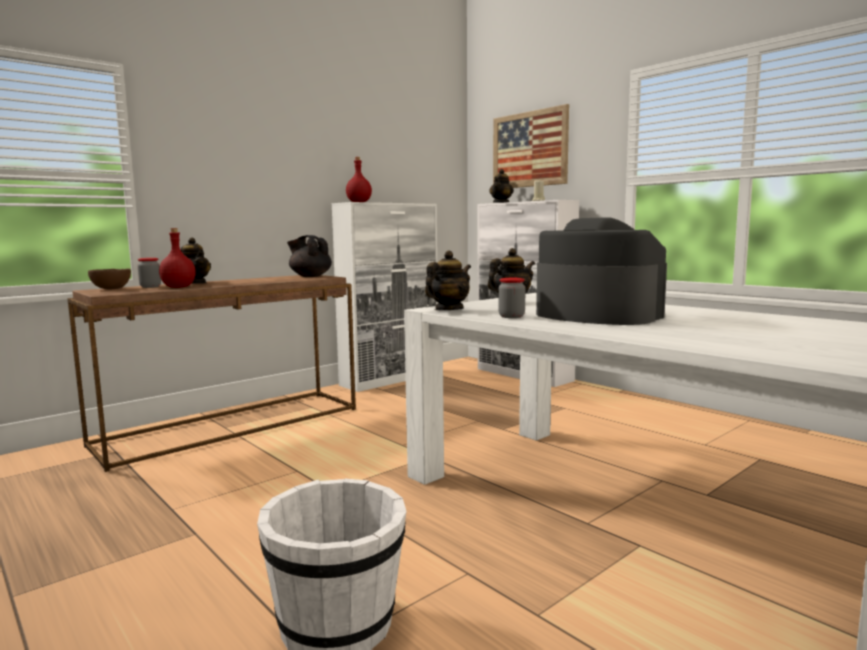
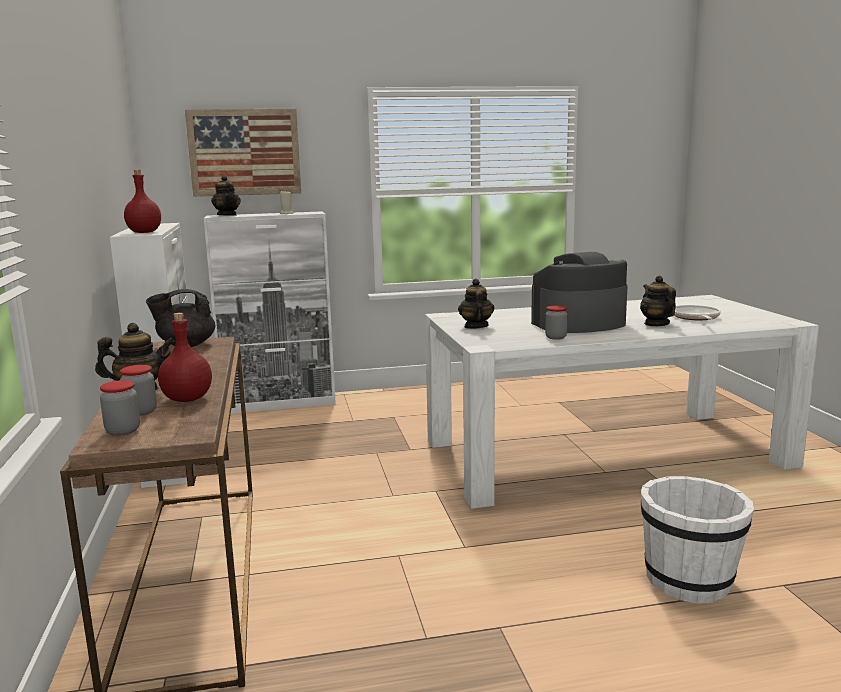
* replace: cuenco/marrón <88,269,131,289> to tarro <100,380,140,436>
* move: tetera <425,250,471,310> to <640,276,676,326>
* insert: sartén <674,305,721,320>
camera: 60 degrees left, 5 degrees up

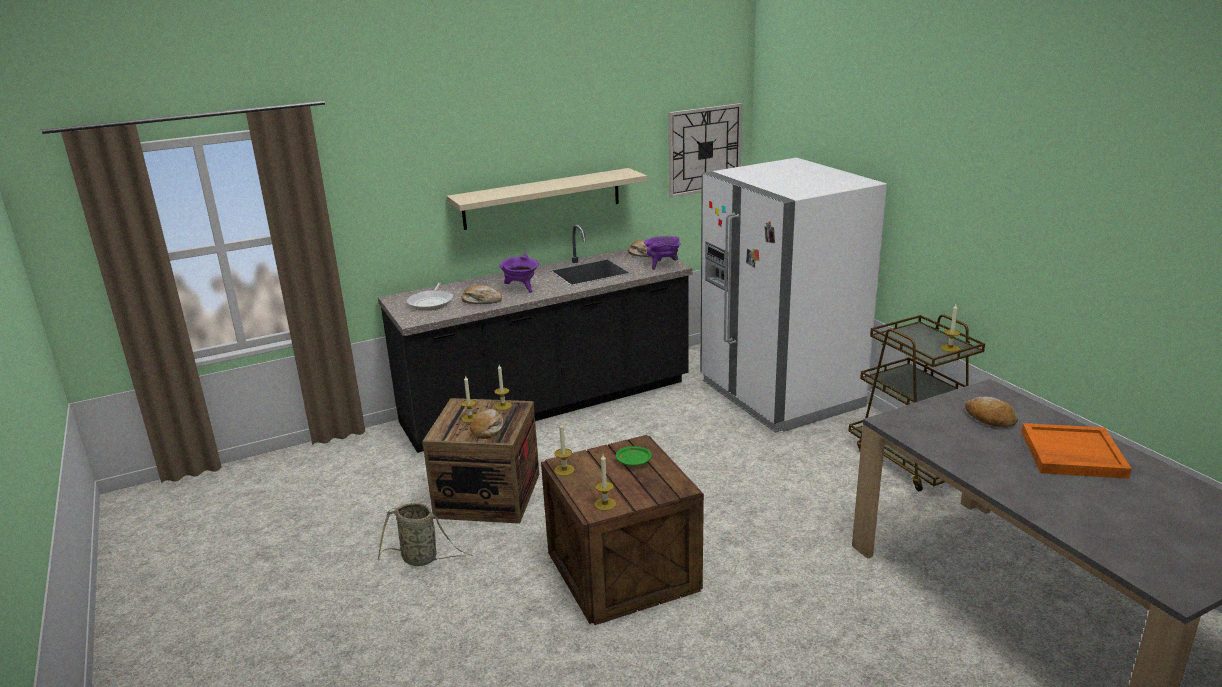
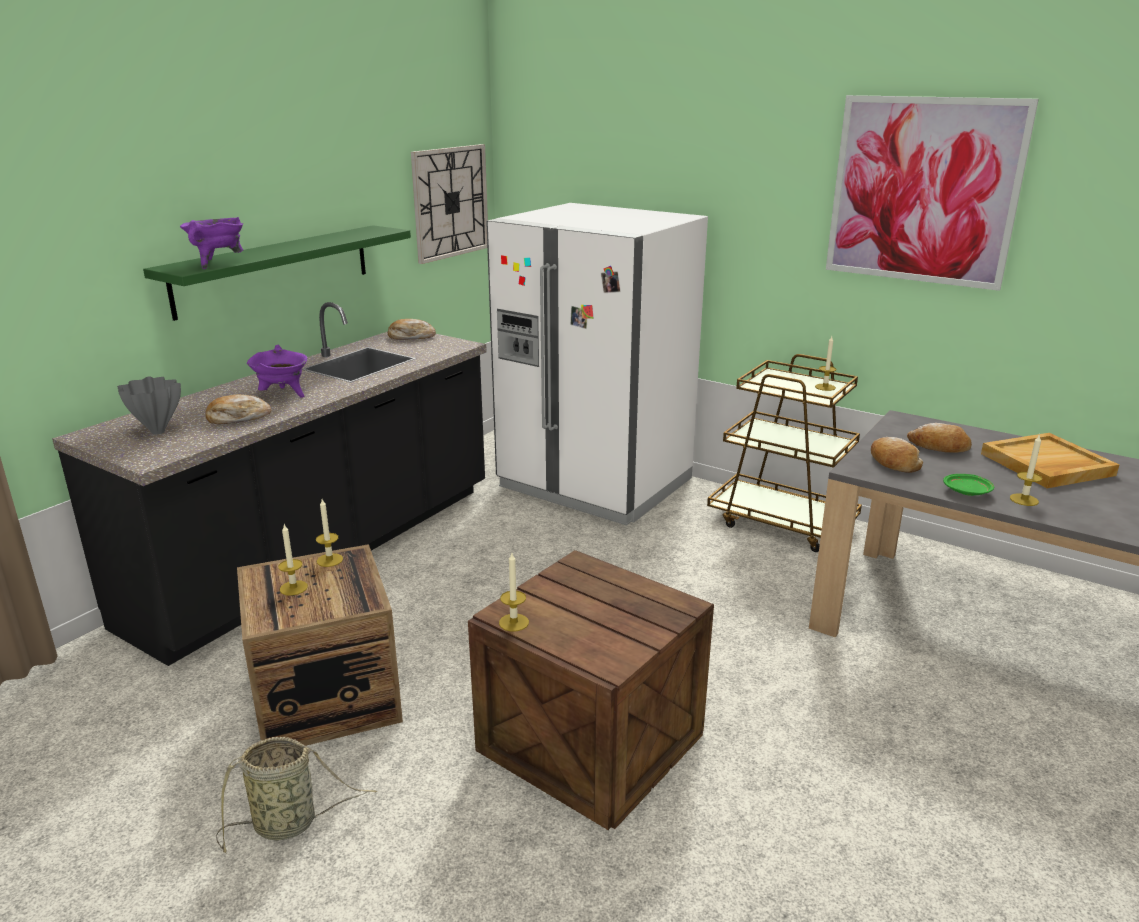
* replace: sartén <407,282,453,311> to florero/gris <117,376,181,435>
* recolor: estante/beis <447,168,647,230> to estante/verde <143,225,411,321>
* move: pan <470,409,503,439> to <871,437,923,473>
* move: vela <594,455,616,511> to <1010,434,1042,506>
* move: plato/verde <616,446,652,466> to <943,474,994,496>
* move: olla/morado <644,236,680,270> to <180,217,244,269>
* recolor: bandeja/naranja <1021,423,1132,479> to bandeja/beis <981,433,1119,488>
* insert: cuadro <826,95,1039,291>
camera: 30 degrees left, 0 degrees up

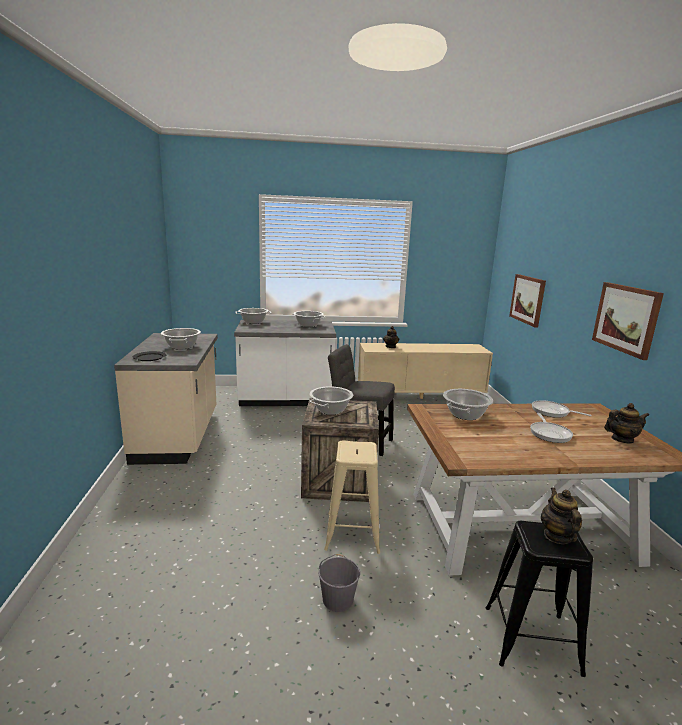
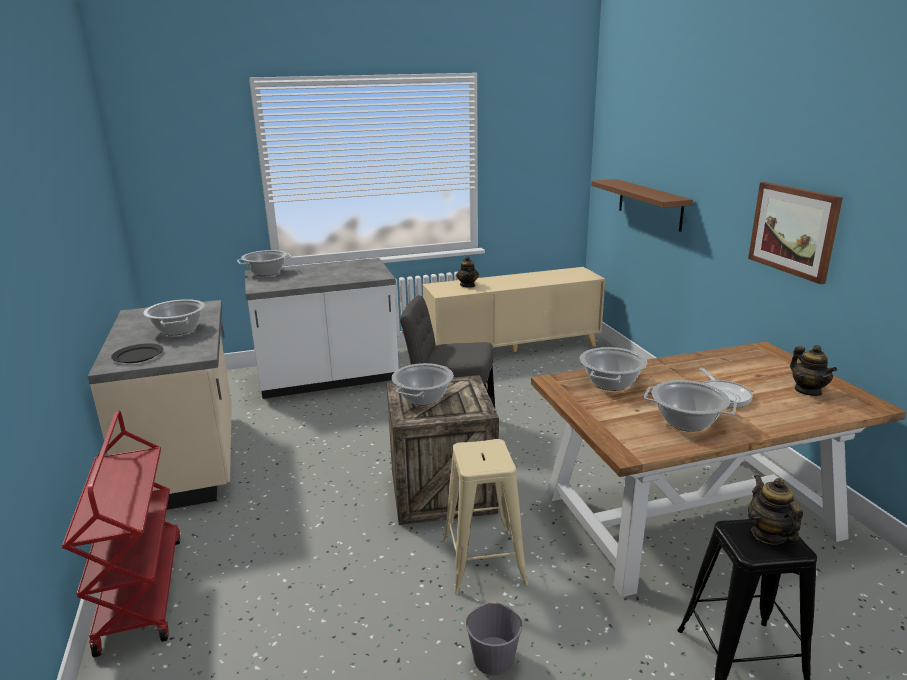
* move: olla <292,311,325,327> to <644,380,737,432>
* replace: cuadro <509,274,546,328> to estante/marrón <591,179,693,232>
* delete: sartén <532,400,592,418>
* rotate: tetera <604,403,649,443> = <790,345,837,396> 90 degrees clockwise
* insert: carrito/rojo <62,410,181,657>
camera: 10 degrees left, 5 degrees up

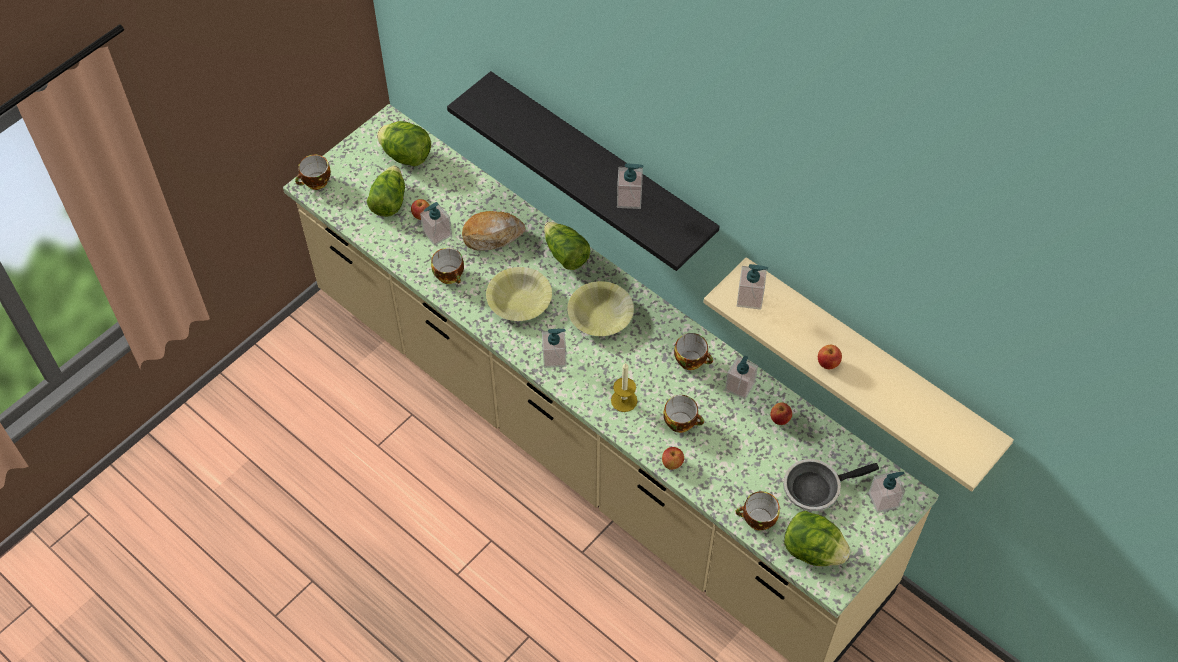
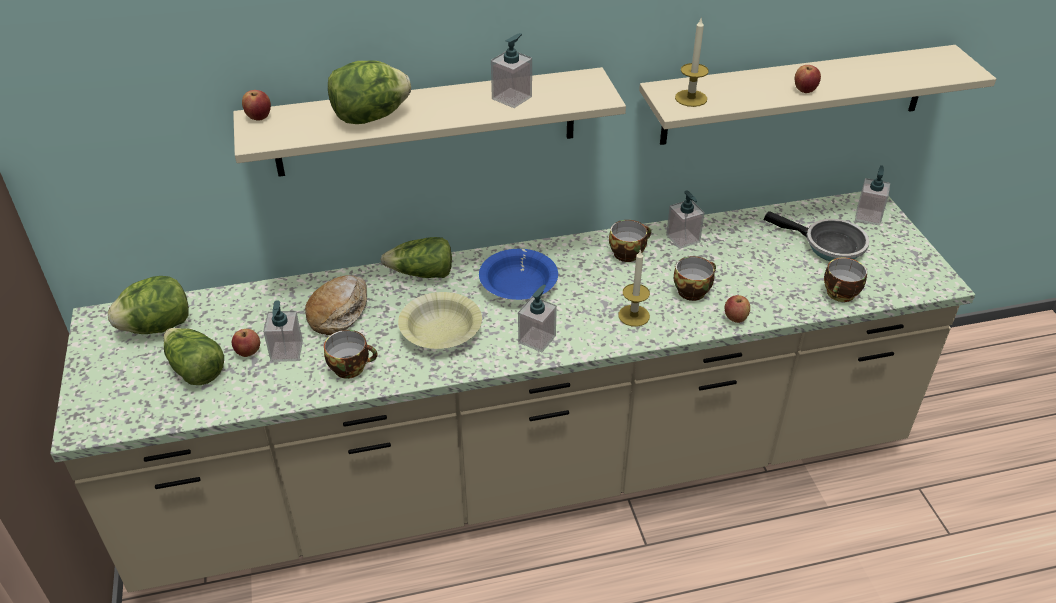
* delete: taza <295,155,331,190>
* recolor: estante/negro <447,71,719,271> to estante/beis <233,67,626,177>
* recolor: cuenco/amarillo <567,281,634,336> to cuenco/azul <479,249,558,300>
* replace: dispensador de jabón <737,264,768,310> to vela <675,19,709,107>
* move: manzana <770,402,792,425> to <242,90,271,121>
* rotate: sartén <783,459,879,511> = <764,211,869,261> 75 degrees counterclockwise
* move: lechuga <784,511,851,566> to <328,60,411,124>
camera: 55 degrees left, 15 degrees down

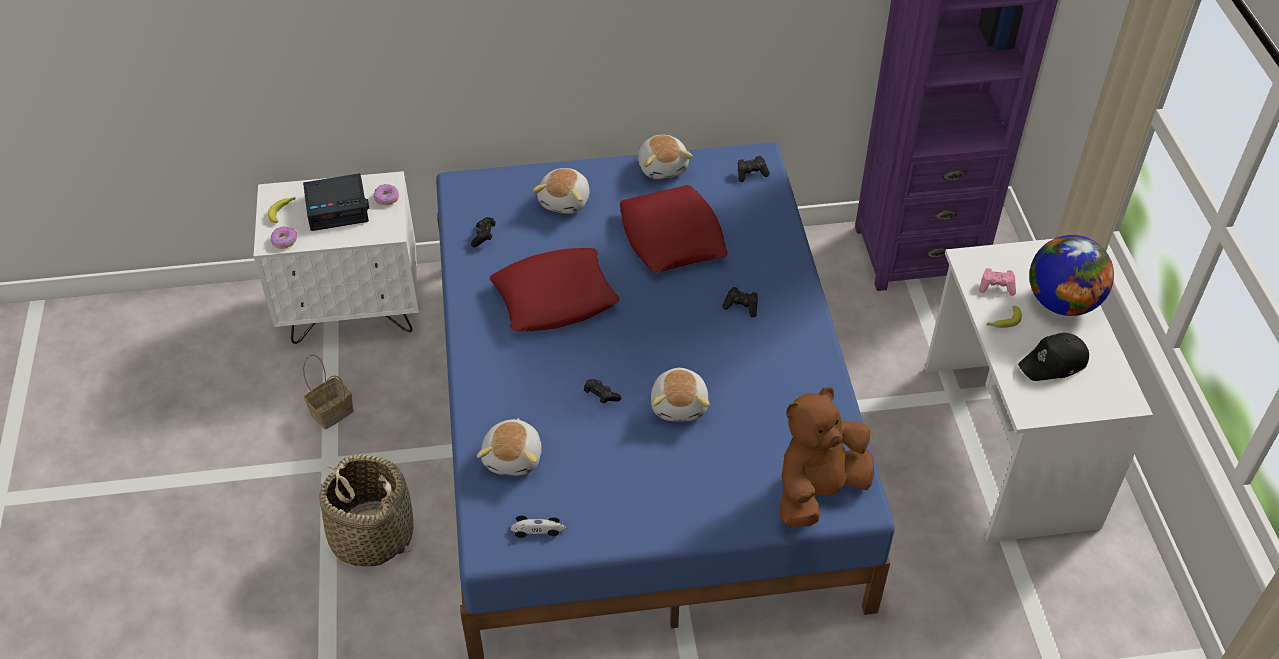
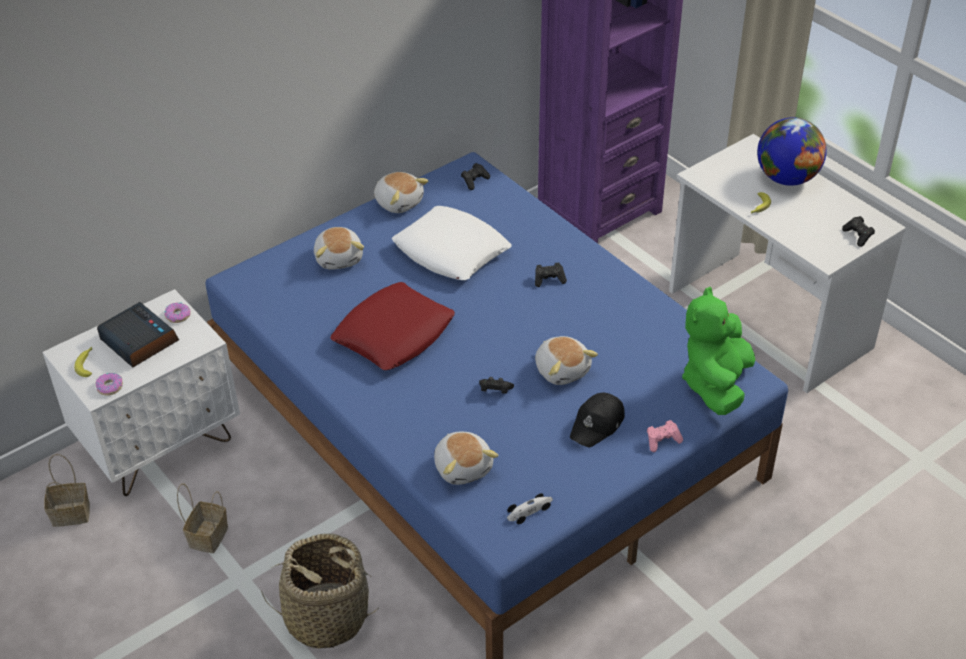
* rotate: despertador <303,173,370,231> = <97,302,179,367> 90 degrees counterclockwise
* move: mando de consola/negro <471,217,496,247> to <842,216,875,247>
* recolor: cojín/rojo <620,185,728,273> to cojín/blanco <392,206,512,280>
* recolor: peluche/marrón <779,387,874,527> to peluche/verde <682,287,755,415>
* move: mando de consola/rosa <979,268,1016,296> to <647,420,683,452>
* move: gorra/negro <1018,333,1089,381> to <570,393,625,447>
* insert: cesta <44,454,90,527>
camera: 30 degrees left, 5 degrees down

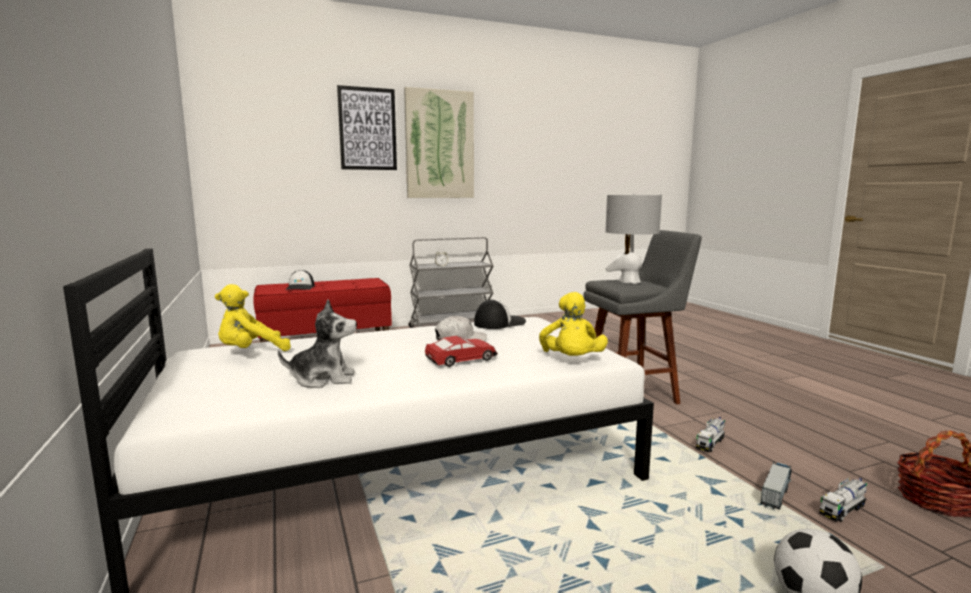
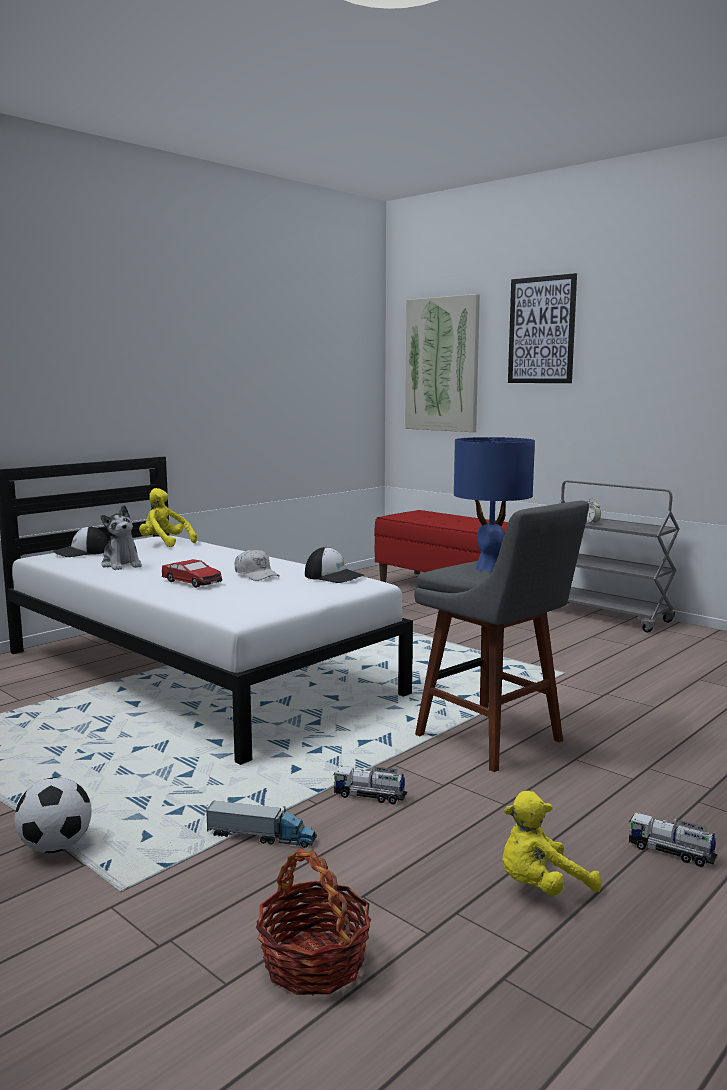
* move: gorra <285,270,315,290> to <53,526,108,557>
* move: cuadro <404,87,474,198> to <405,294,480,432>
* move: peluche/amarillo <539,292,608,356> to <502,791,602,895>
* recolor: lámpara de mesa/gris <605,194,662,284> to lámpara de mesa/azul <454,437,535,572>
* move: camión de juguete <819,477,867,522> to <629,812,717,867>
camera: 65 degrees right, 0 degrees up

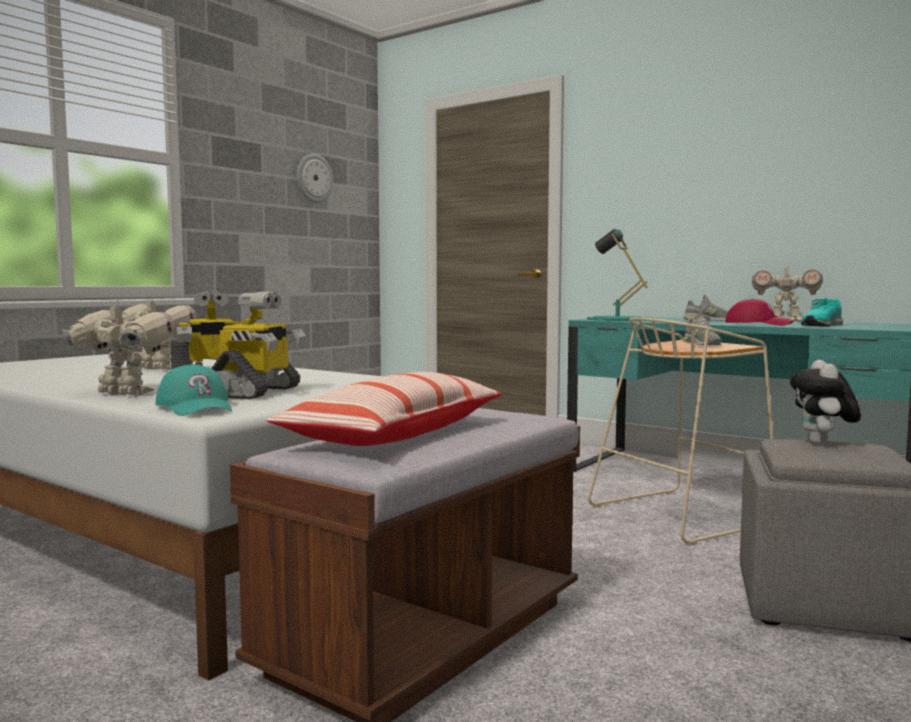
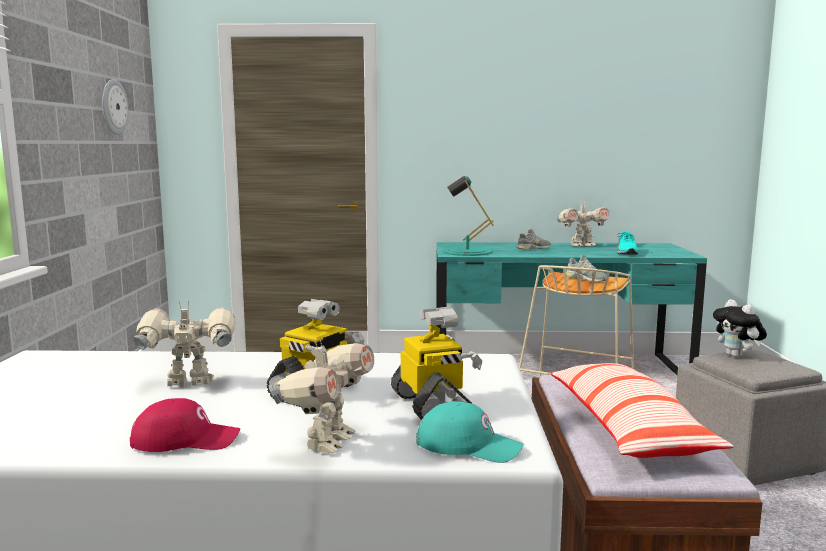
* rotate: robot de juguete <62,297,176,395> = <269,337,374,453> 120 degrees clockwise
* move: gorra/rojo <725,299,794,326> to <130,398,240,452>
camera: 35 degrees left, 5 degrees up

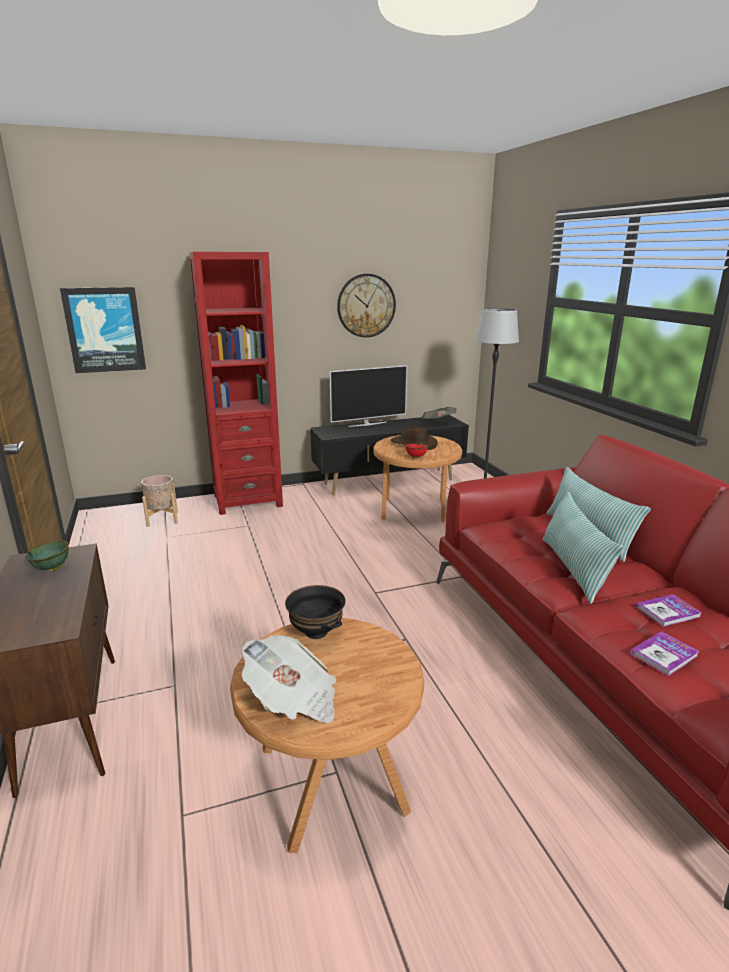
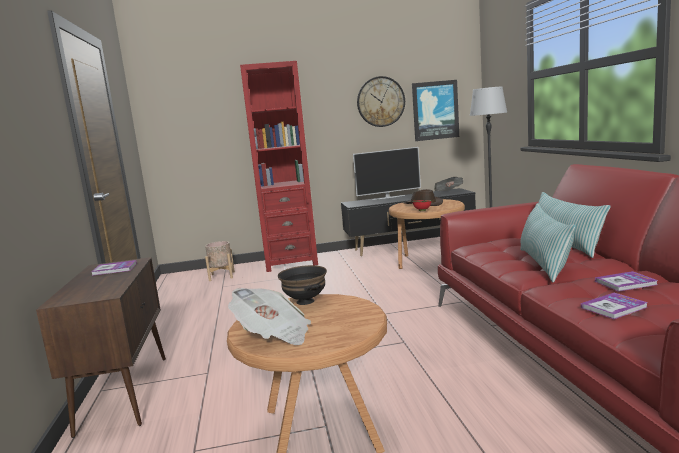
* replace: cuenco/verde <25,540,69,572> to libro <91,260,137,276>
* move: cuadro <60,287,146,373> to <412,80,459,141>
camera: 10 degrees right, 10 degrees down

